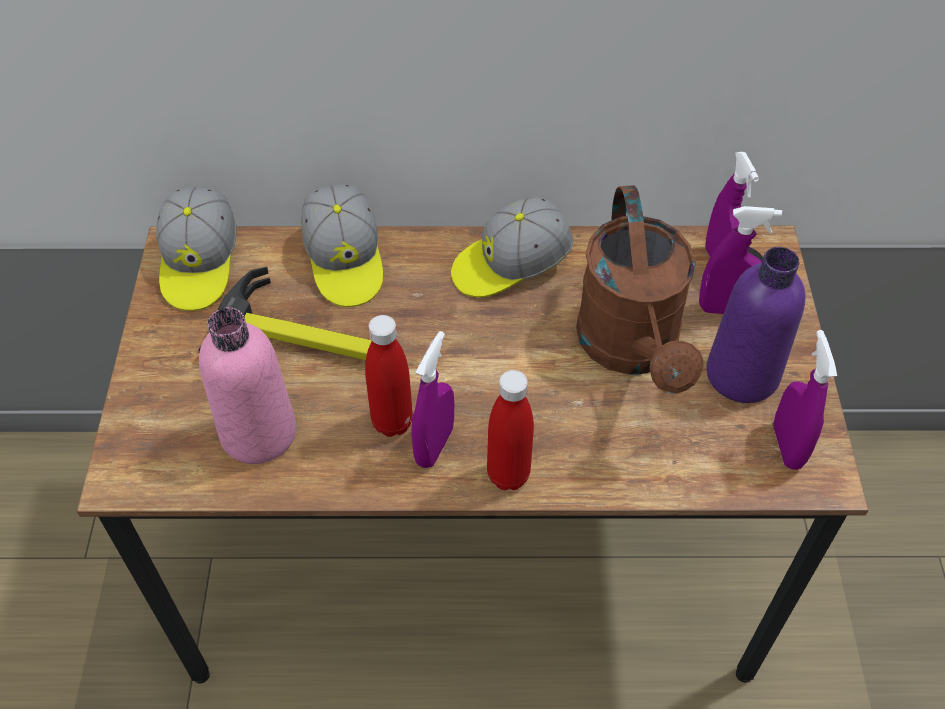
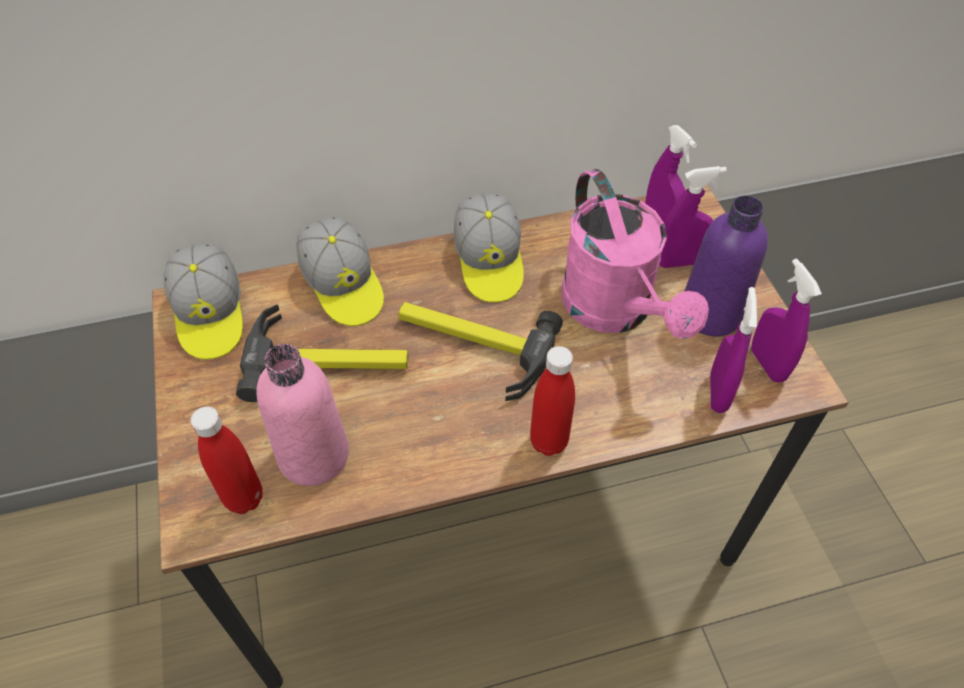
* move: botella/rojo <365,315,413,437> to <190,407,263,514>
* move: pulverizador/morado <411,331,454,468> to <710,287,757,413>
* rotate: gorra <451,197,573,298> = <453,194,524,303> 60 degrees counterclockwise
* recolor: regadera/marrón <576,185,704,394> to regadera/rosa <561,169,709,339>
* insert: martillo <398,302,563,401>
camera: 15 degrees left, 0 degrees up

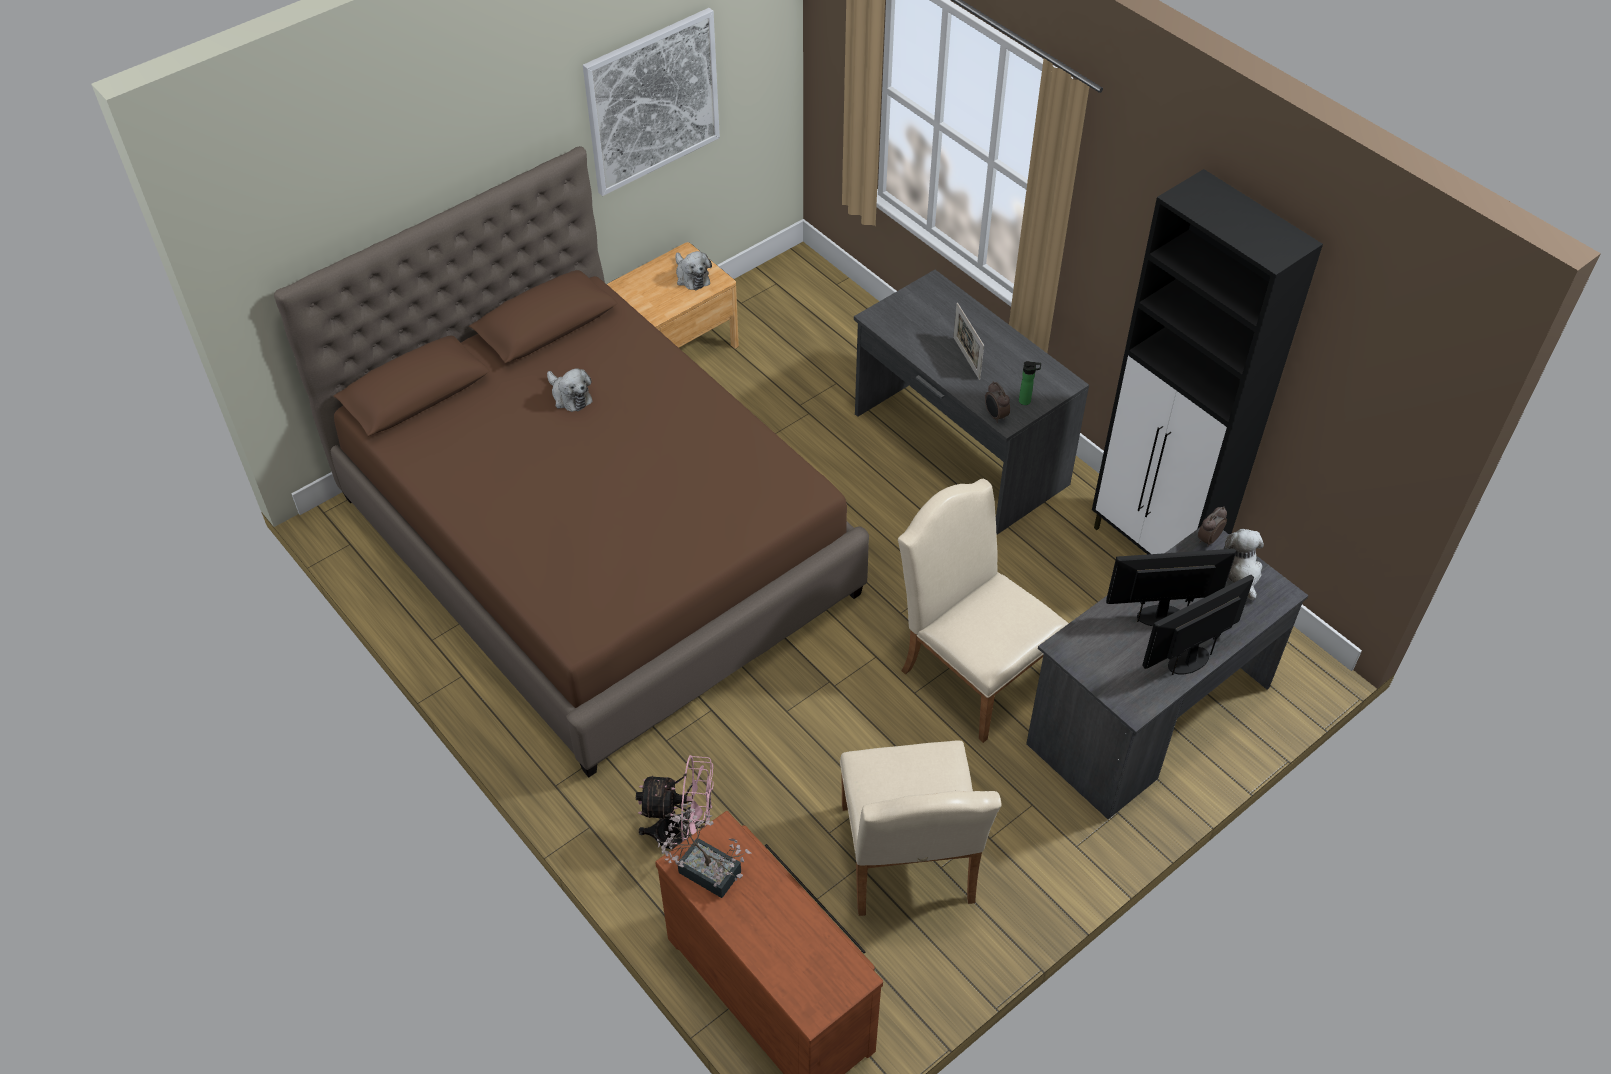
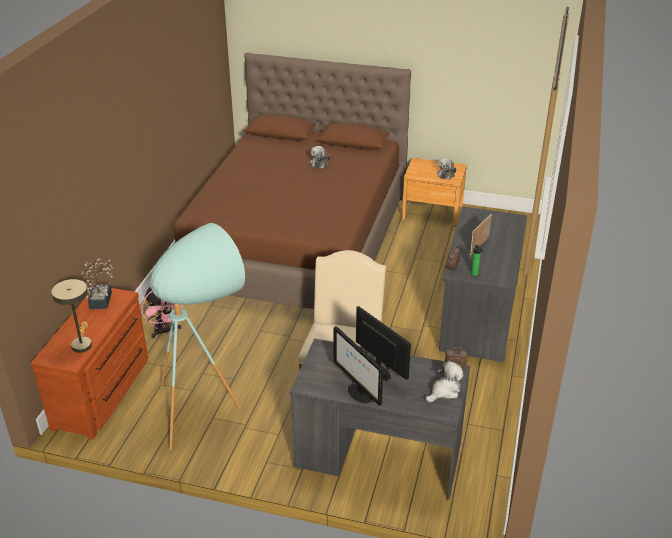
* delete: cuadro <583,8,720,196>
* replace: silla/beis <840,741,1002,916> to lámpara de pie/turquesa <150,223,245,450>
* delete: armario/negro <1092,169,1323,554>
* rotate: monitor <1142,575,1254,675> = <334,326,383,406> 150 degrees counterclockwise
* insert: lámpara de mesa/beis <51,279,92,353>
camera: 55 degrees right, 15 degrees down

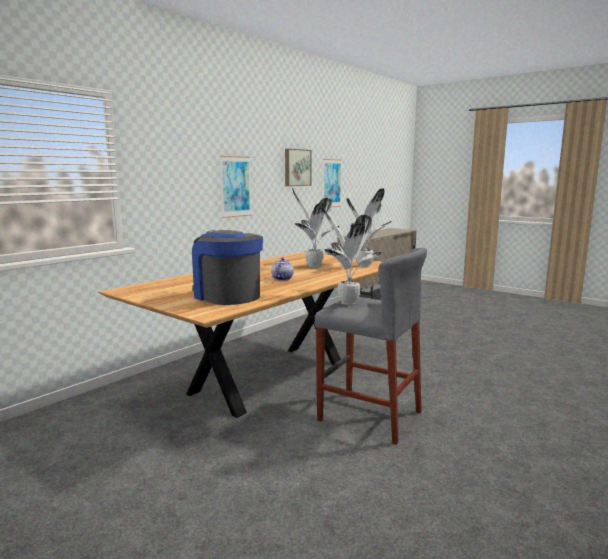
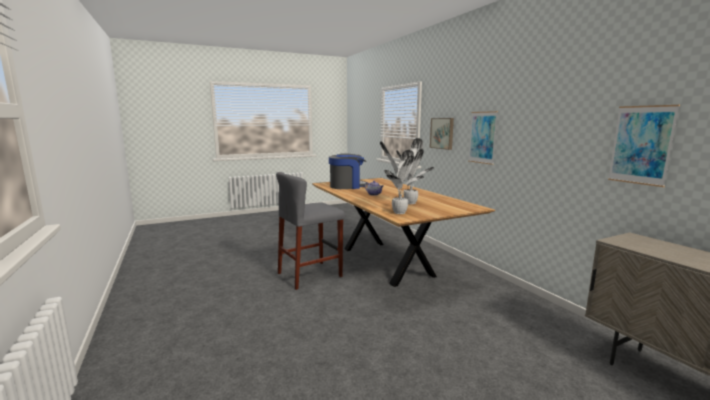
* move: cuadro <285,149,312,186> to <430,118,454,150>
* delete: planta en maceta <321,203,382,305>
camera: 115 degrees right, 0 degrees up

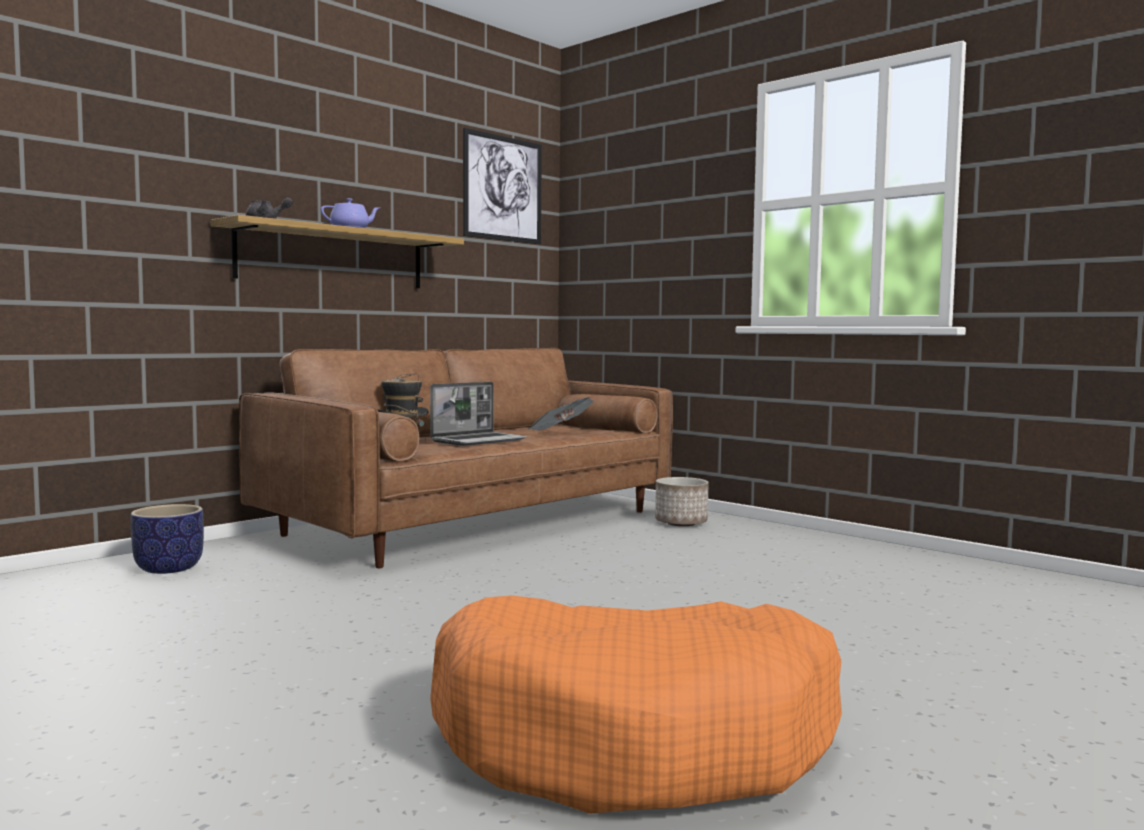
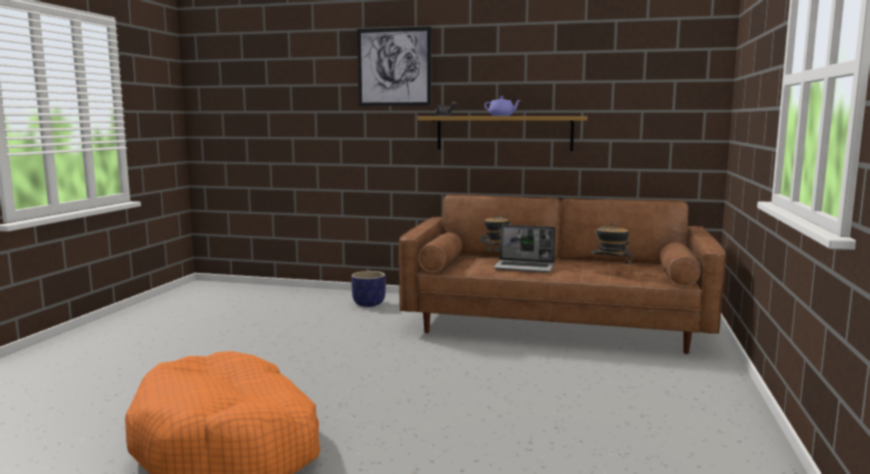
* move: cuadro <463,128,542,244> to <357,27,431,106>
* replace: periódico <528,397,593,431> to sombrero <591,223,633,272>
* delete: maceta <655,477,709,526>
camera: 60 degrees right, 5 degrees up

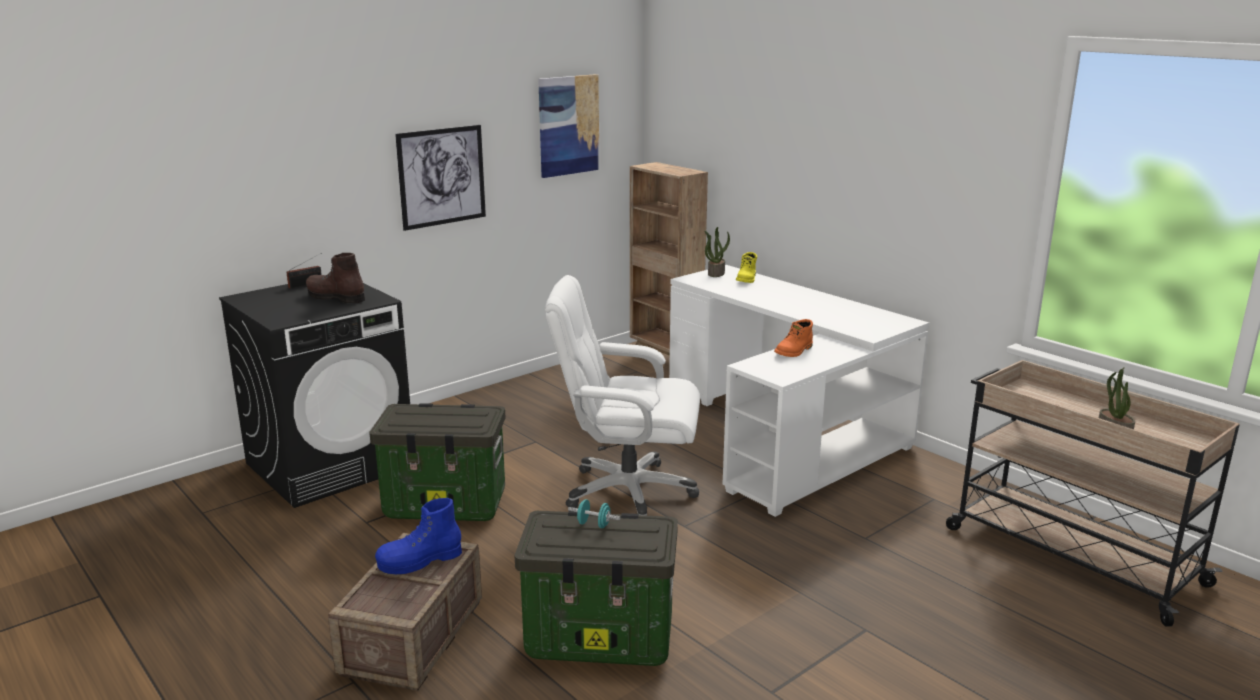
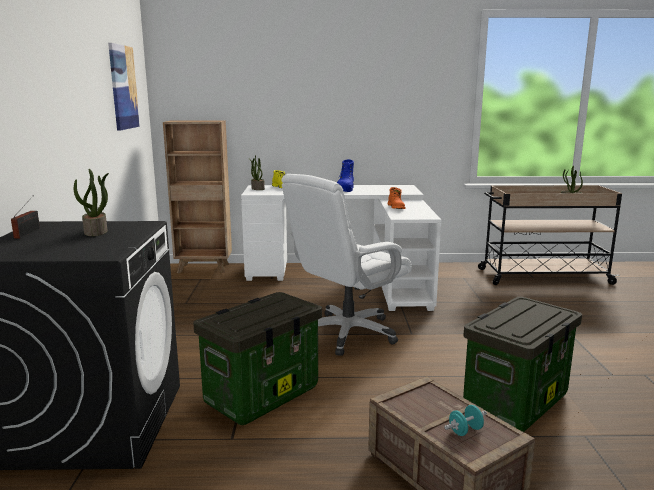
* replace: bota/marrón <306,253,365,303> to planta en maceta <74,169,109,236>
* move: bota/azul <375,498,462,574> to <337,159,354,192>
* delete: cuadro <395,125,486,231>
* move: mancuerna/turquesa <568,499,620,528> to <444,405,487,436>
camera: 50 degrees left, 5 degrees down

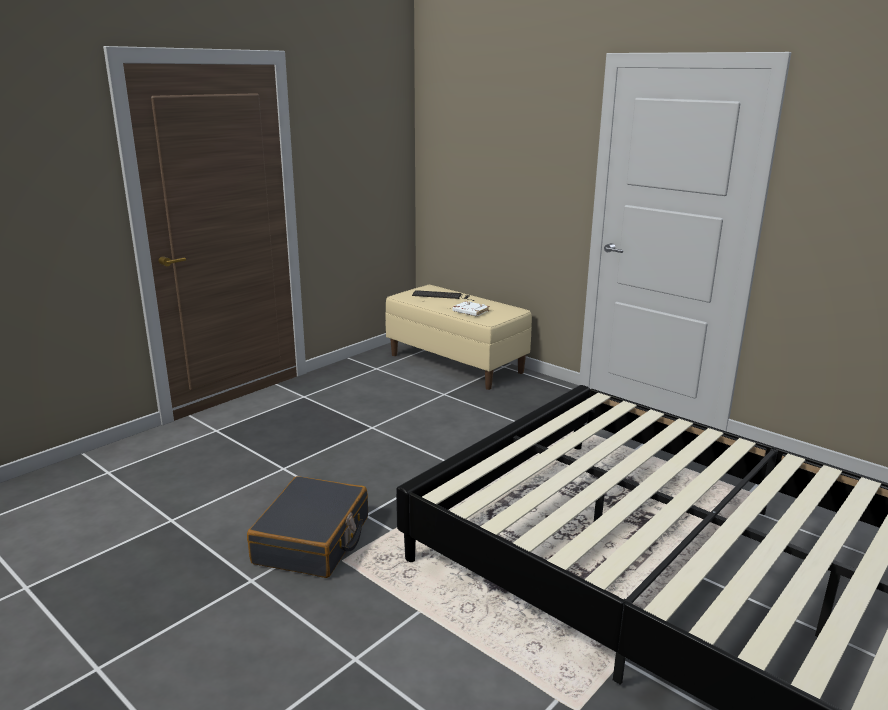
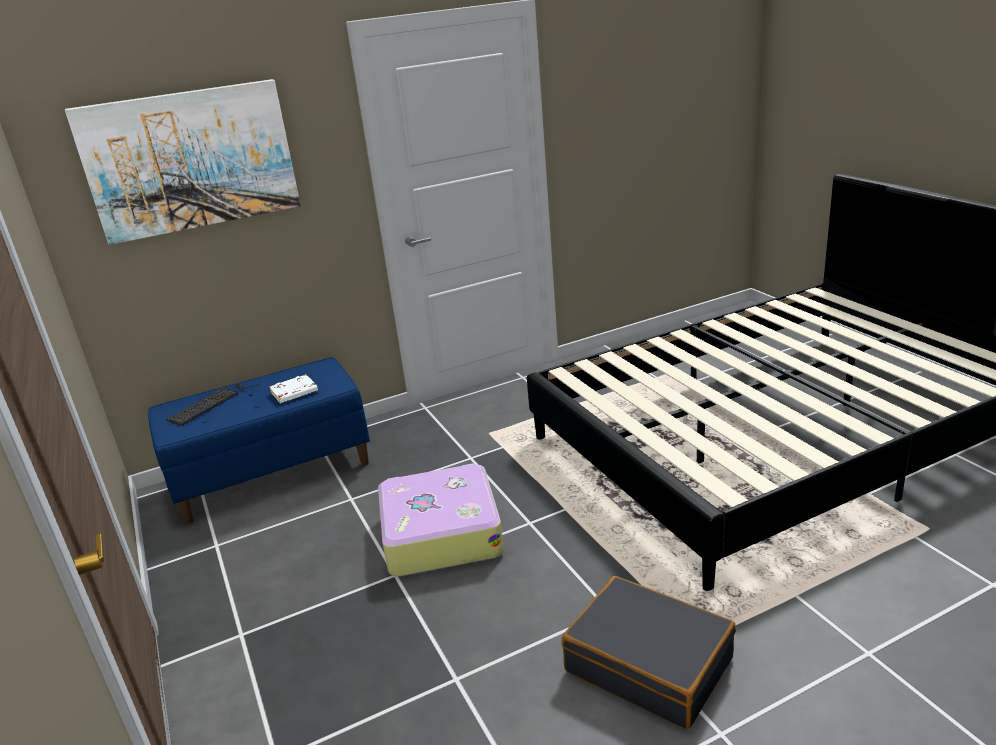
* recolor: banco/beis <385,285,532,390> to banco/azul <148,357,370,524>
* insert: cuadro <65,79,301,245>
* insert: maleta <378,464,504,576>
camera: 65 degrees left, 5 degrees up

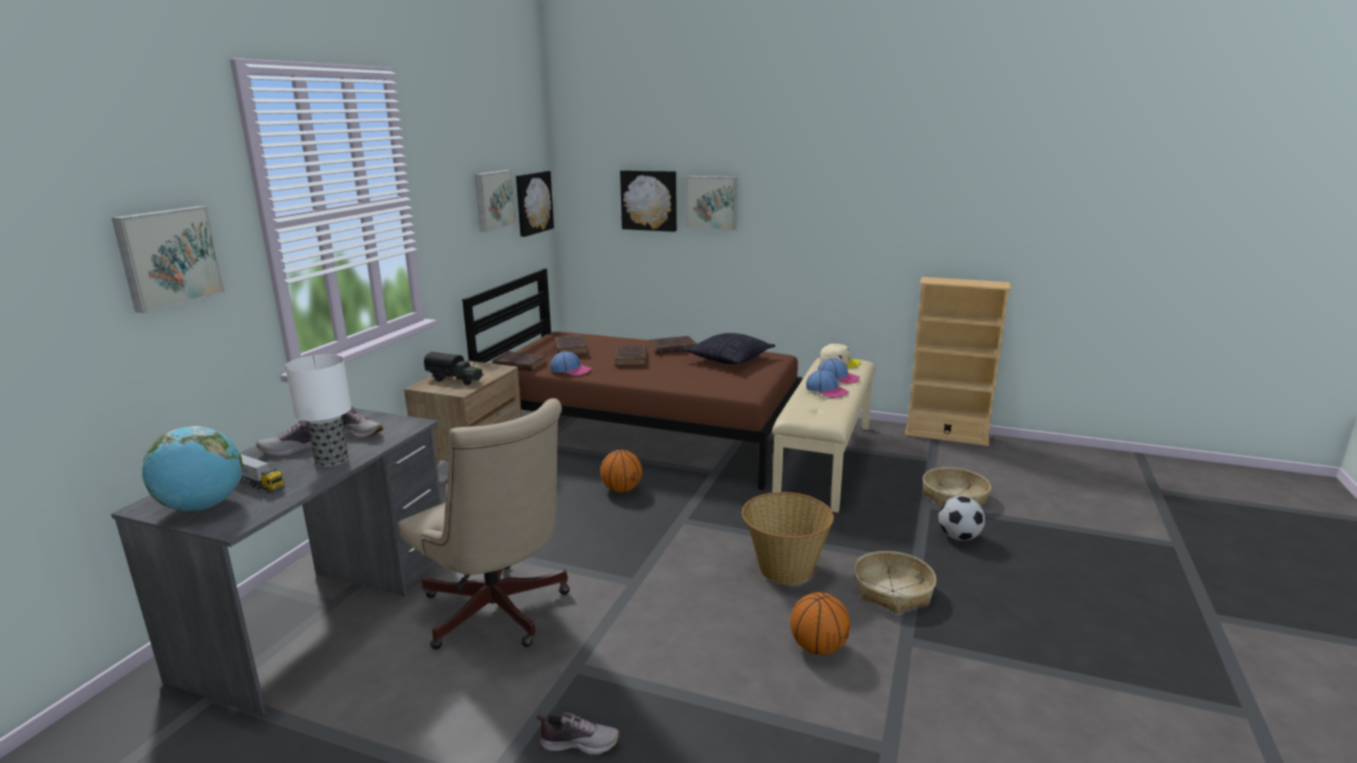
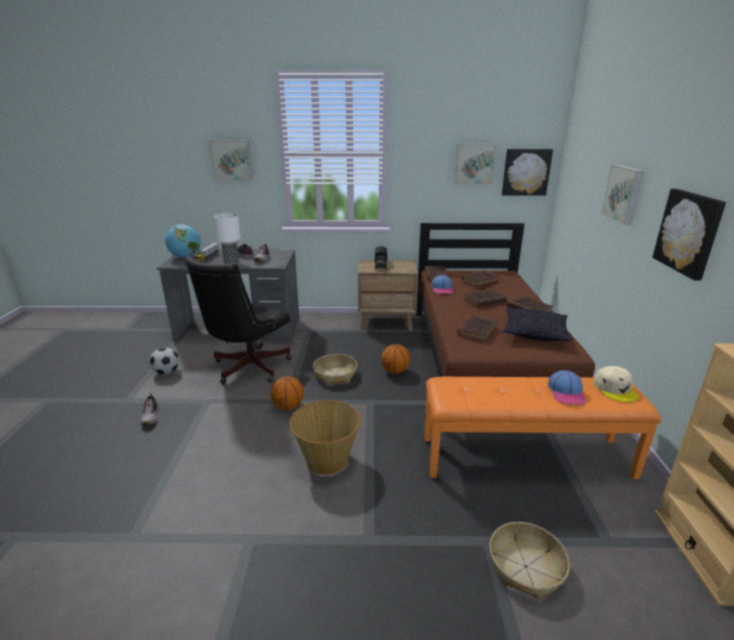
* recolor: silla de oficina/beis <398,398,570,649> to silla de oficina/negro <184,256,292,384>
* move: cuadro <620,170,677,232> to <652,189,726,280>
* recolor: banco/beis <772,358,876,513> to banco/naranja <424,377,661,479>
* move: balón de baloncesto <790,592,850,655> to <271,376,304,410>
* delete: gorra <806,370,850,398>
* move: cesta <854,551,937,613> to <313,354,357,385>
* move: balón de fútbol <938,496,985,541> to <150,347,179,375>
* insert: libro/marrón <457,315,497,342>
camera: 70 degrees right, 5 degrees up

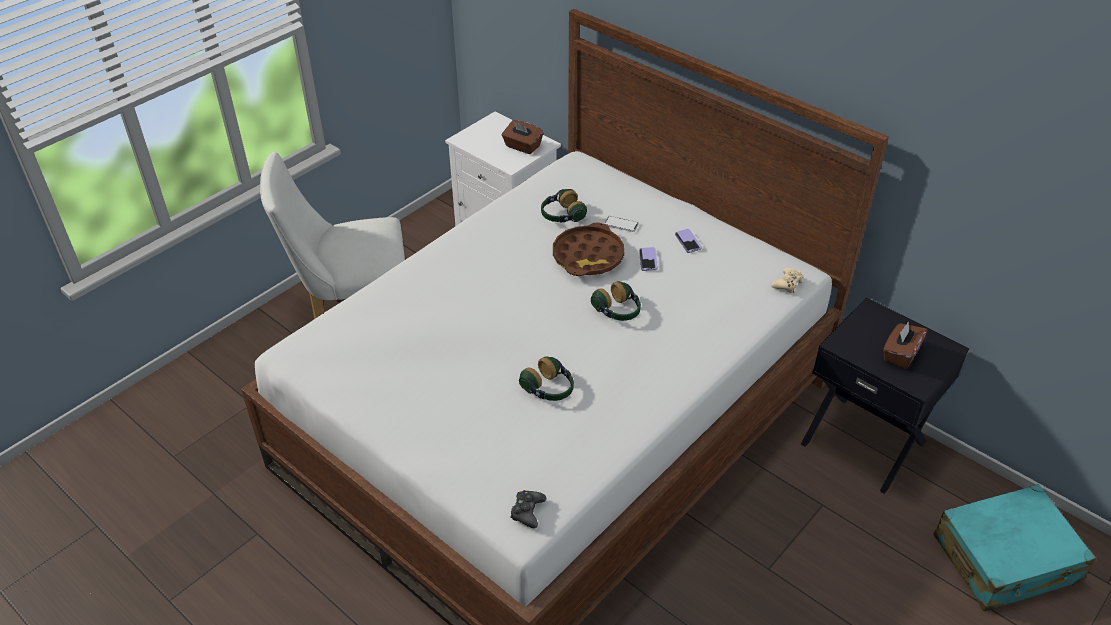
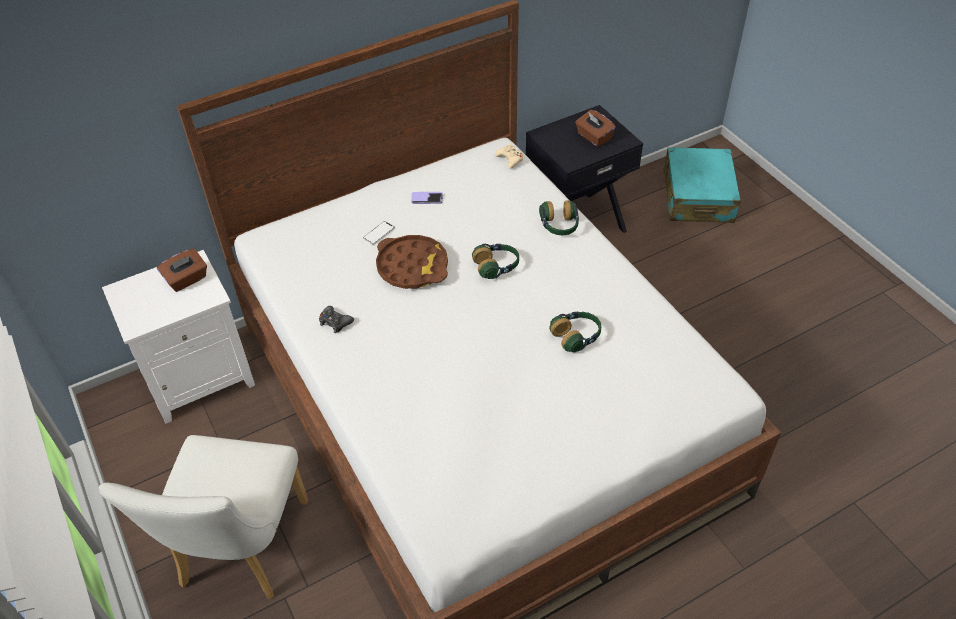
* move: mando de consola/negro <510,490,546,528> to <319,306,354,333>
* move: auriculares <541,189,587,223> to <539,200,579,235>
* delete: móvil <639,247,658,271>
camera: 70 degrees left, 5 degrees up

